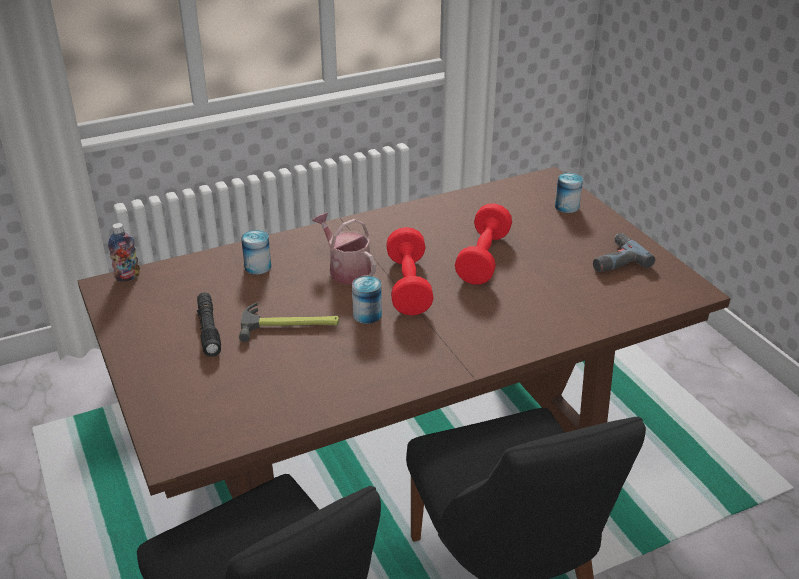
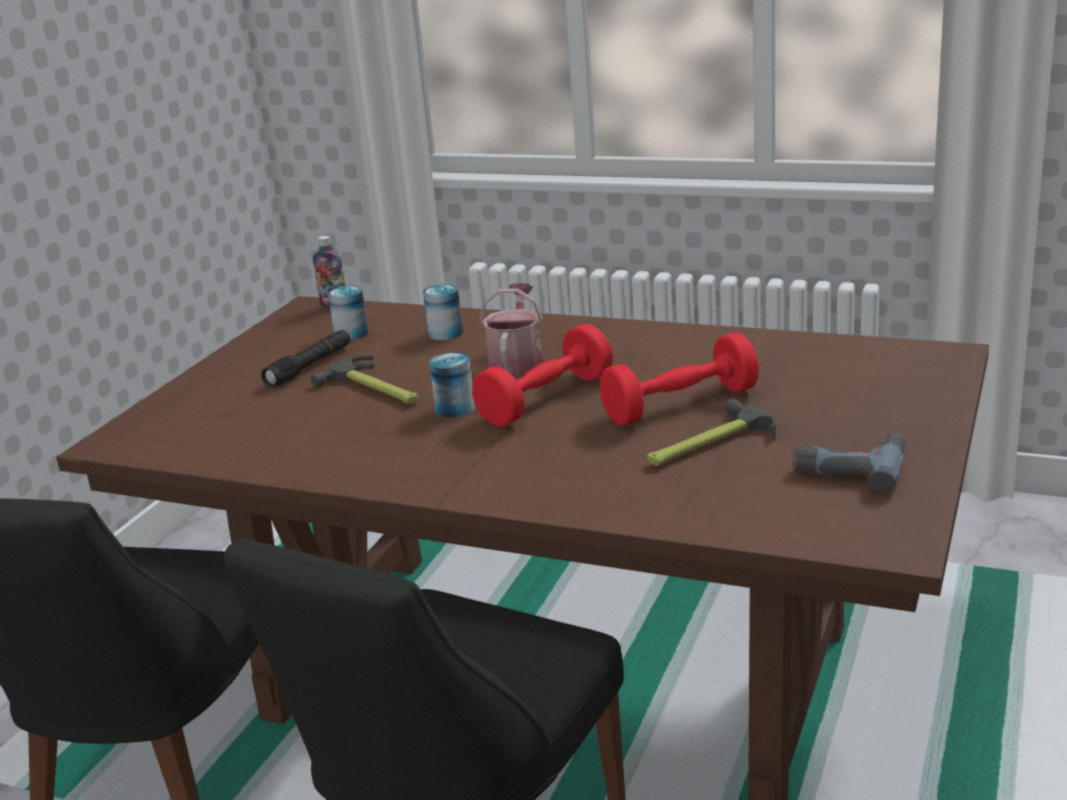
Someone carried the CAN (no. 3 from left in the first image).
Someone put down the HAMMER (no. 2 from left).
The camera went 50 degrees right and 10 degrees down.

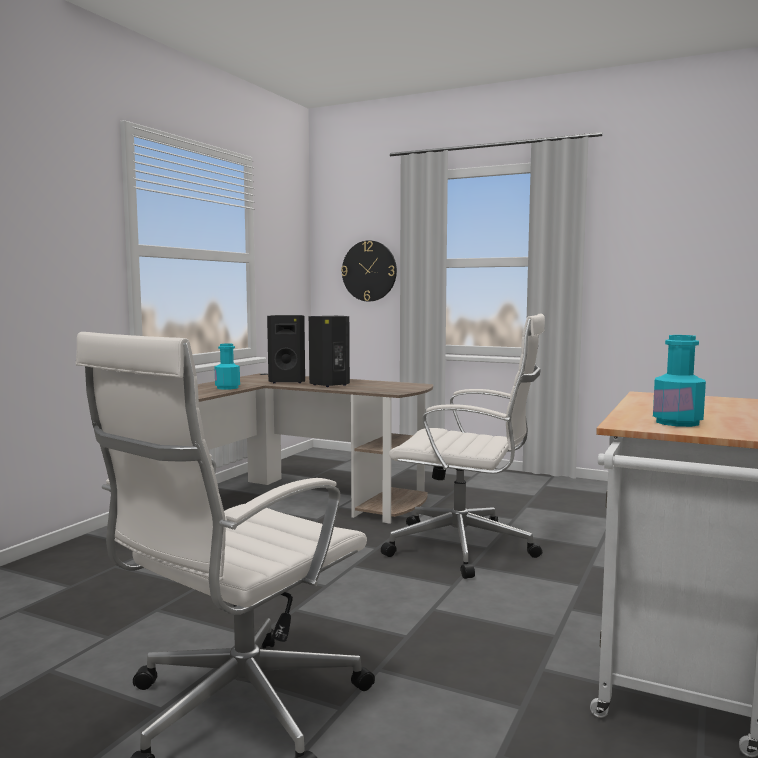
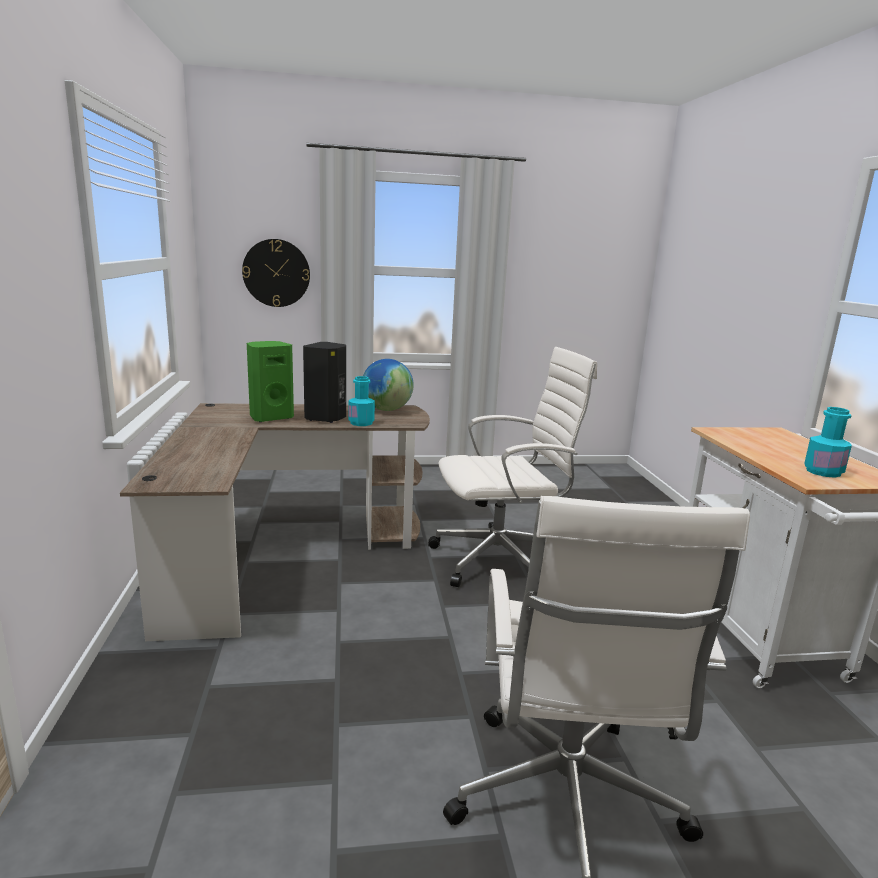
Someone repainted the BLACK SPEAKER (no. 1 from left), which became the GREEN SPEAKER.
Someone carried the TURQUOISE BOTTLE (no. 1 from left).
Someone put down the GLOBE.
The camera went 35 degrees left and 10 degrees up.

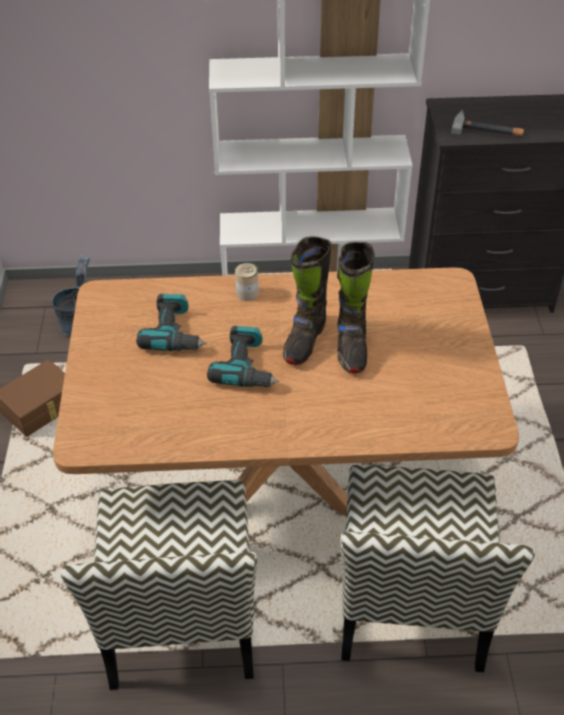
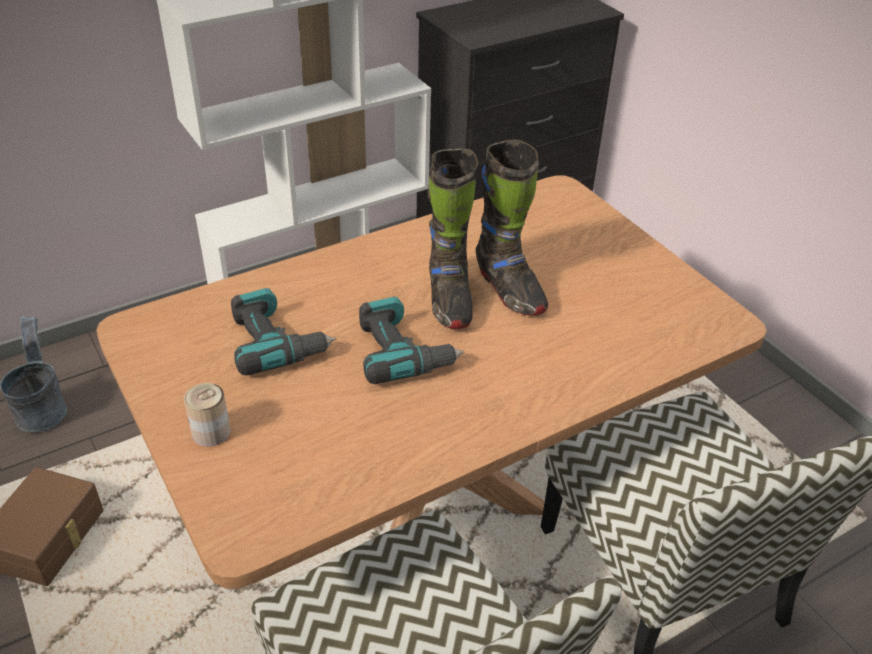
Someone took away the HAMMER.
Someone carried the CAN.
The camera went 30 degrees left and 5 degrees down.

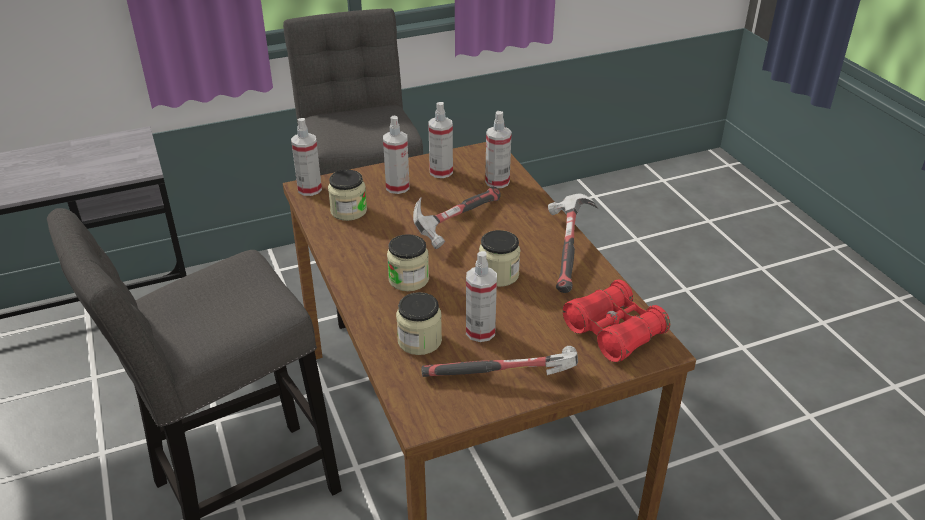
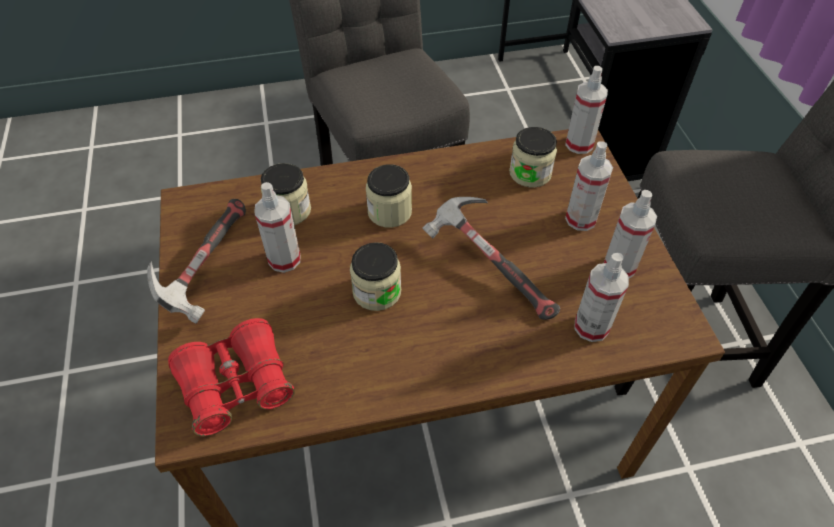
Someone took away the HAMMER (no. 3 from left).
The camera went 100 degrees right and 15 degrees up.

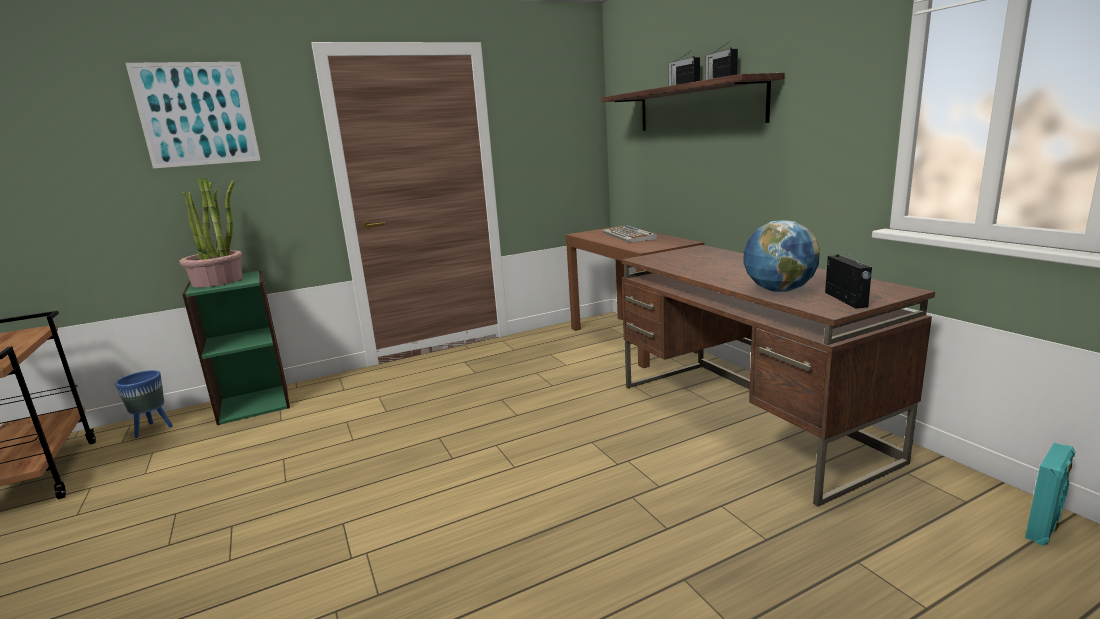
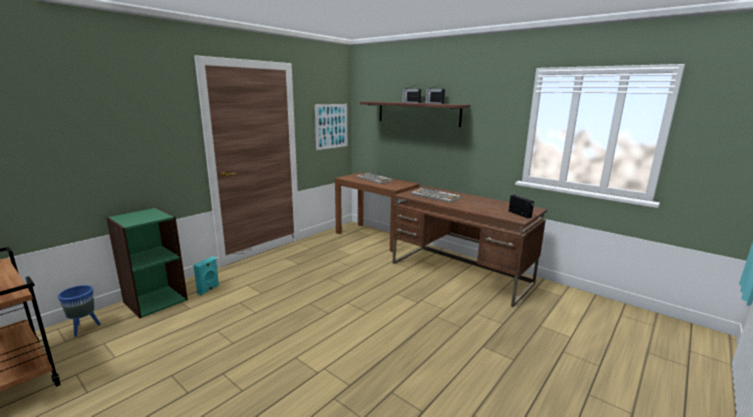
Someone carried the PICTURE.
Someone took away the POTTED PLANT.
Someone took away the GLOBE.
Someone carried the TURQUOISE SPEAKER.
Someone put down the KEYBOARD (no. 2 from left).
The camera went 25 degrees left and 0 degrees up.

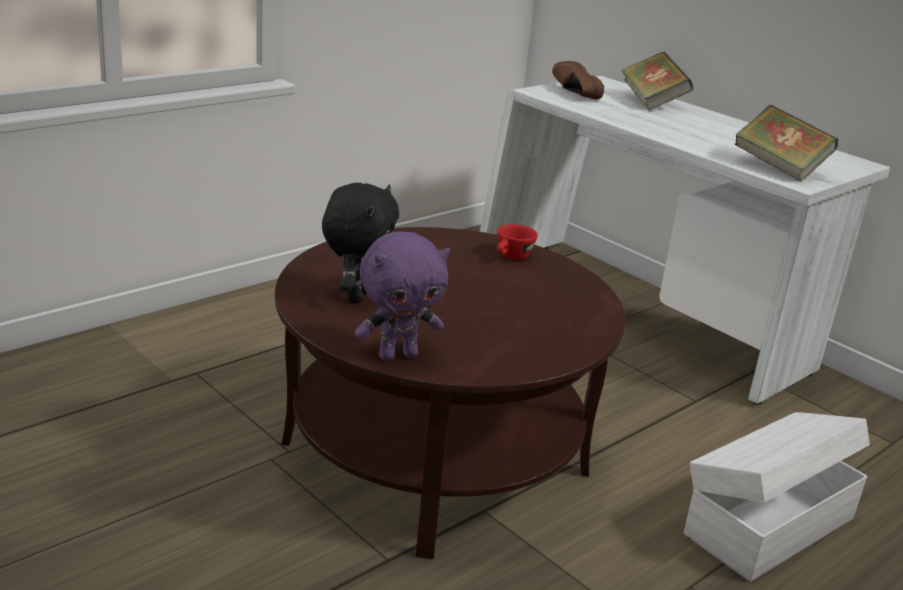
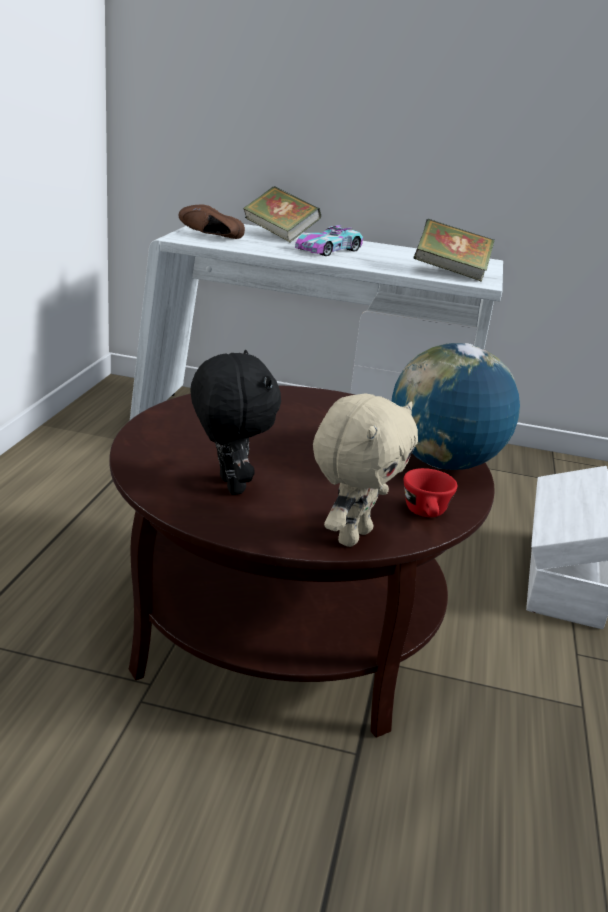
Someone carried the RED CUP.
Someone repainted the PURPLE PLUSH TOY, which became the BEIGE PLUSH TOY.
Someone put down the TOY CAR.
Someone put down the GLOBE.
The camera went 35 degrees left and 0 degrees up.

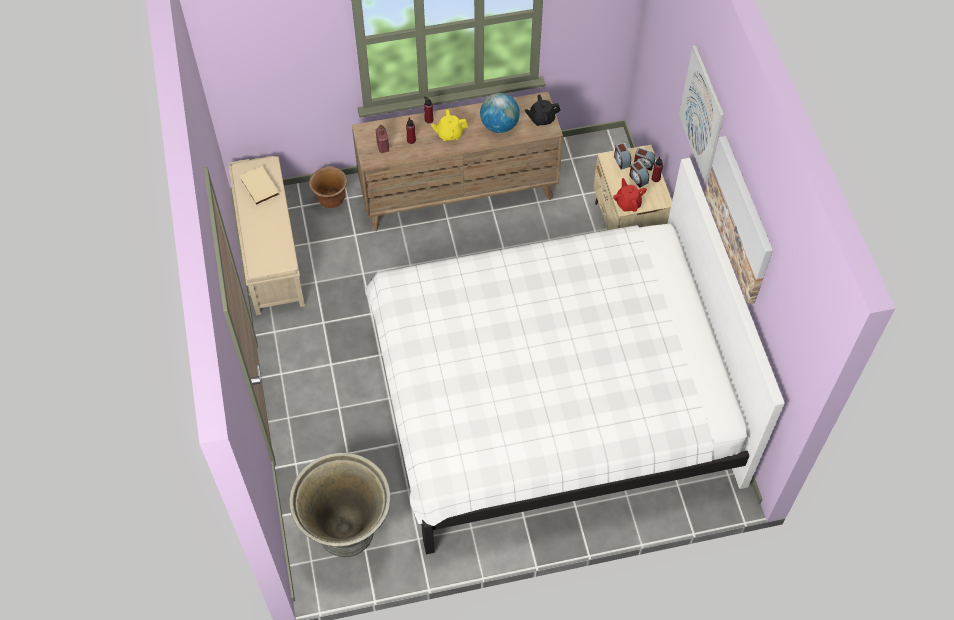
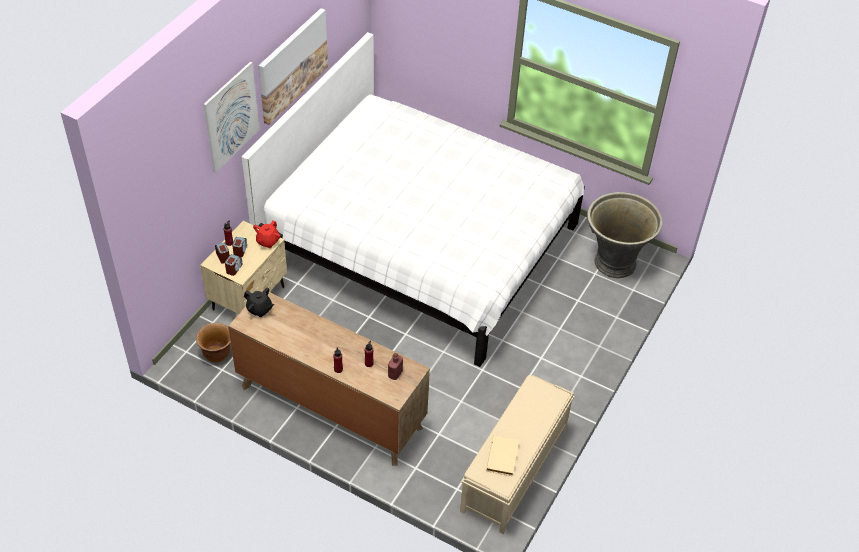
Someone took away the GLOBE.
Someone took away the YELLOW TEAPOT.
Someone carried the BROWN PLANTER.
The camera went 140 degrees left and 10 degrees down.

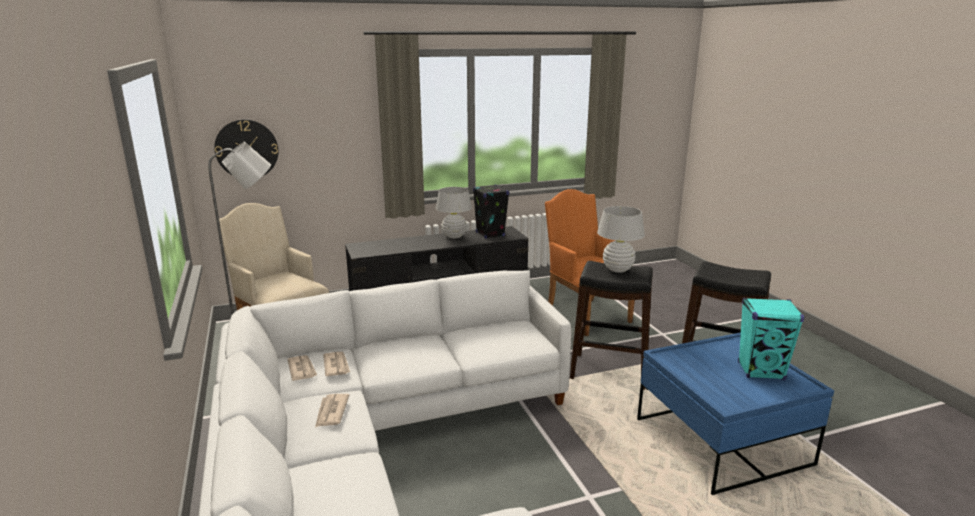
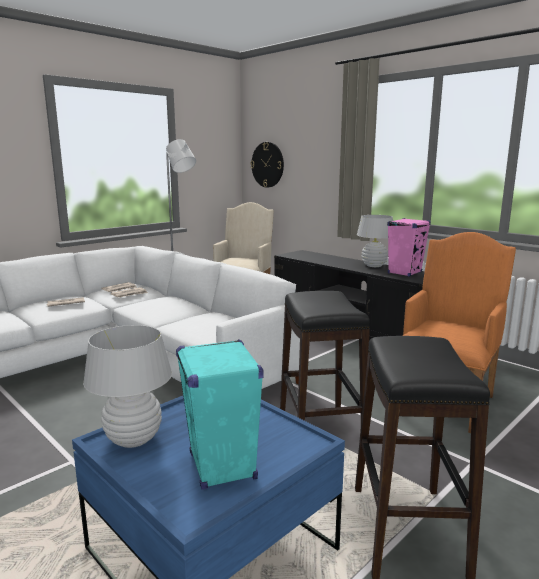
Someone repainted the BLACK SPEAKER, which became the PINK SPEAKER.
Someone carried the WHITE TABLE LAMP (no. 2 from left in the first image).
The camera went 65 degrees right and 5 degrees down.

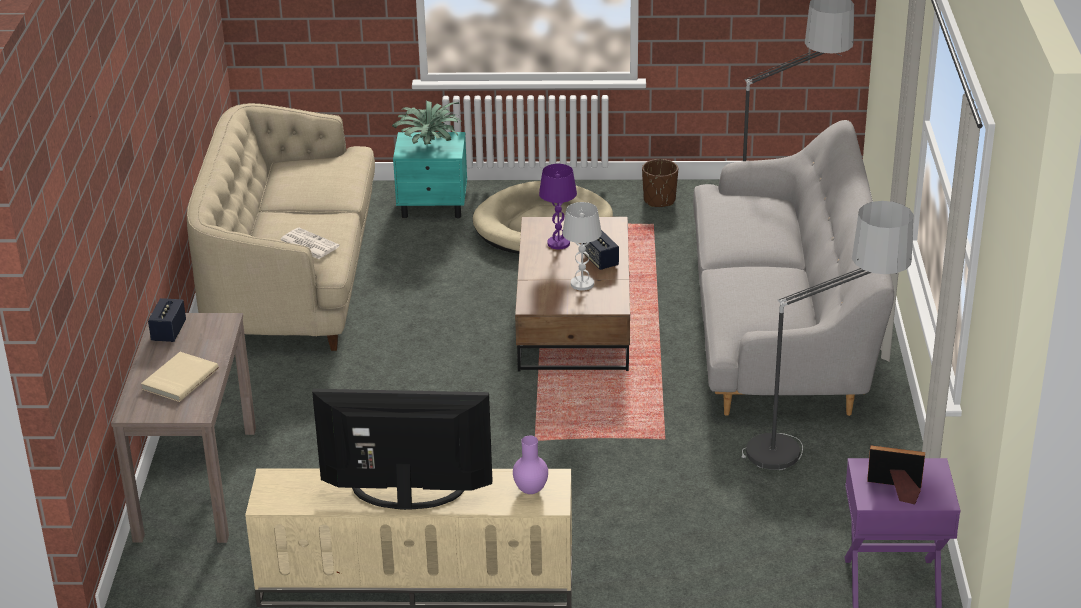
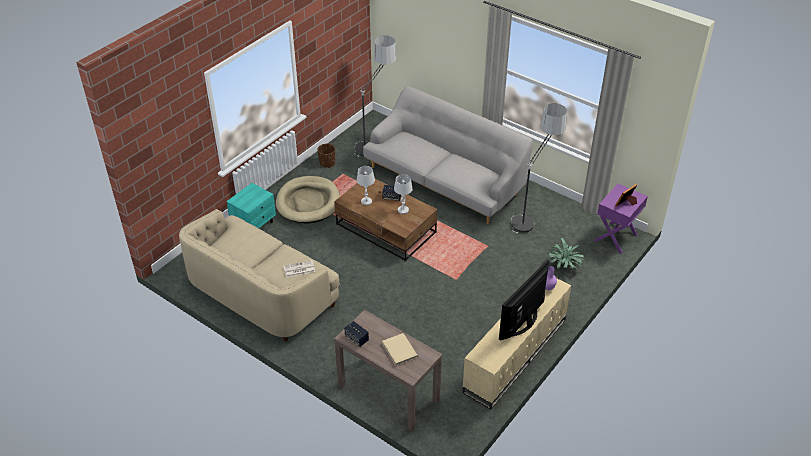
Someone carried the POTTED PLANT.
Someone repainted the PURPLE TABLE LAMP, which became the WHITE TABLE LAMP (no. 1 from left).
The camera went 55 degrees left and 10 degrees up.

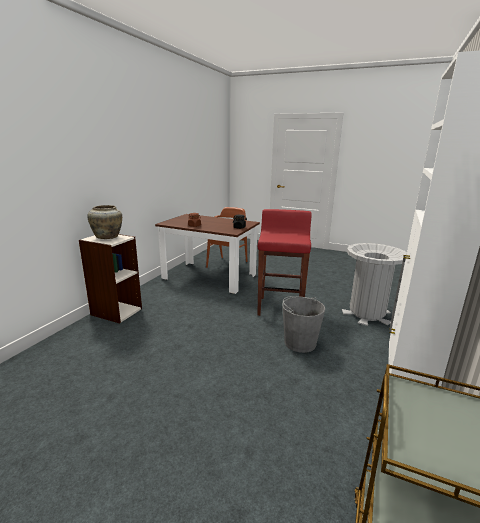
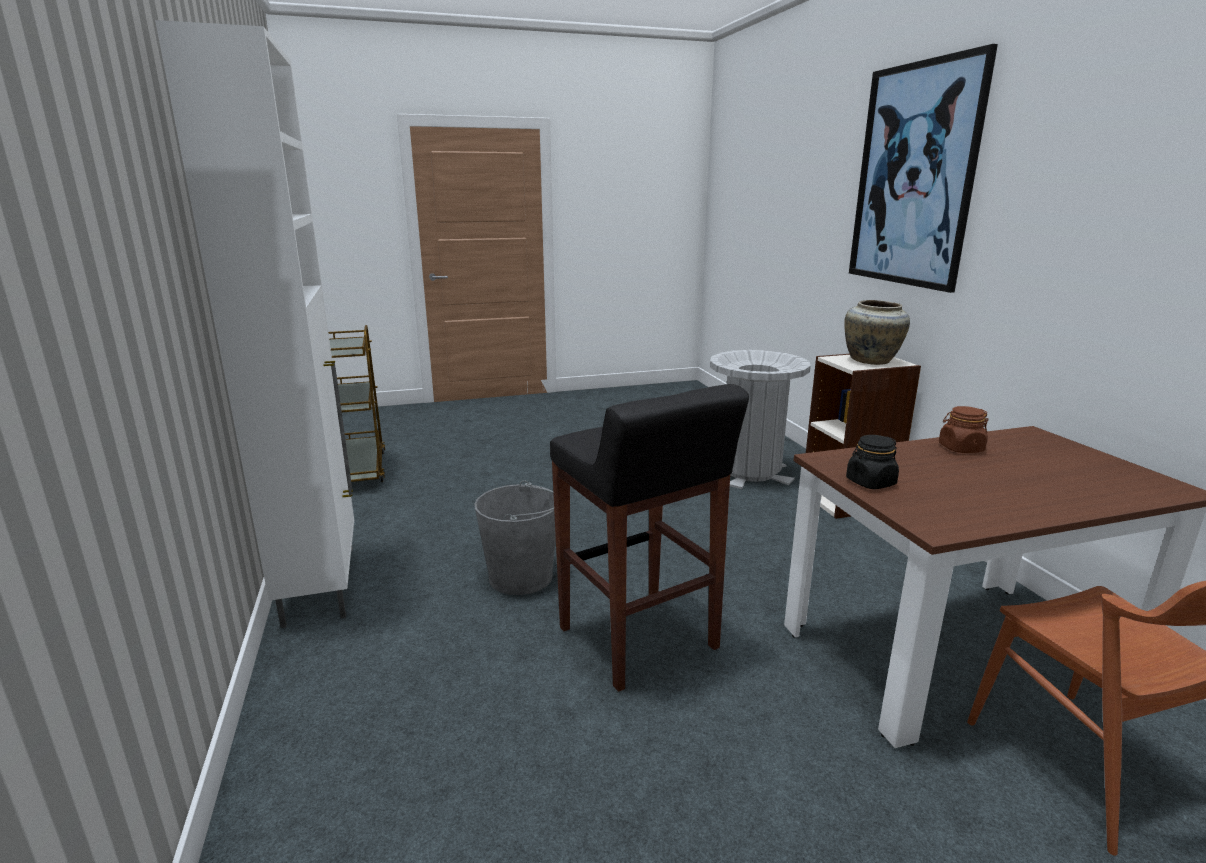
Someone repainted the RED STOOL, which became the BLACK STOOL.
Someone carried the GREY TRASH CAN.
Someone put up the PICTURE.
The camera went 140 degrees right and 0 degrees up.

